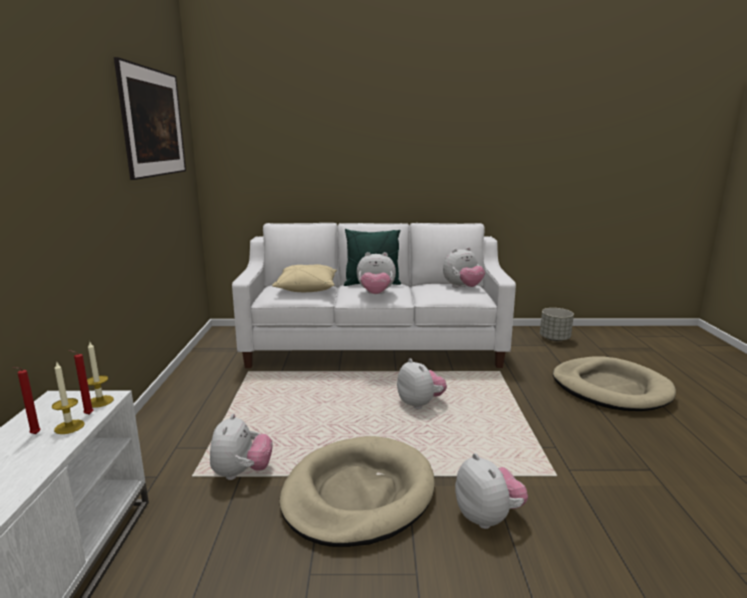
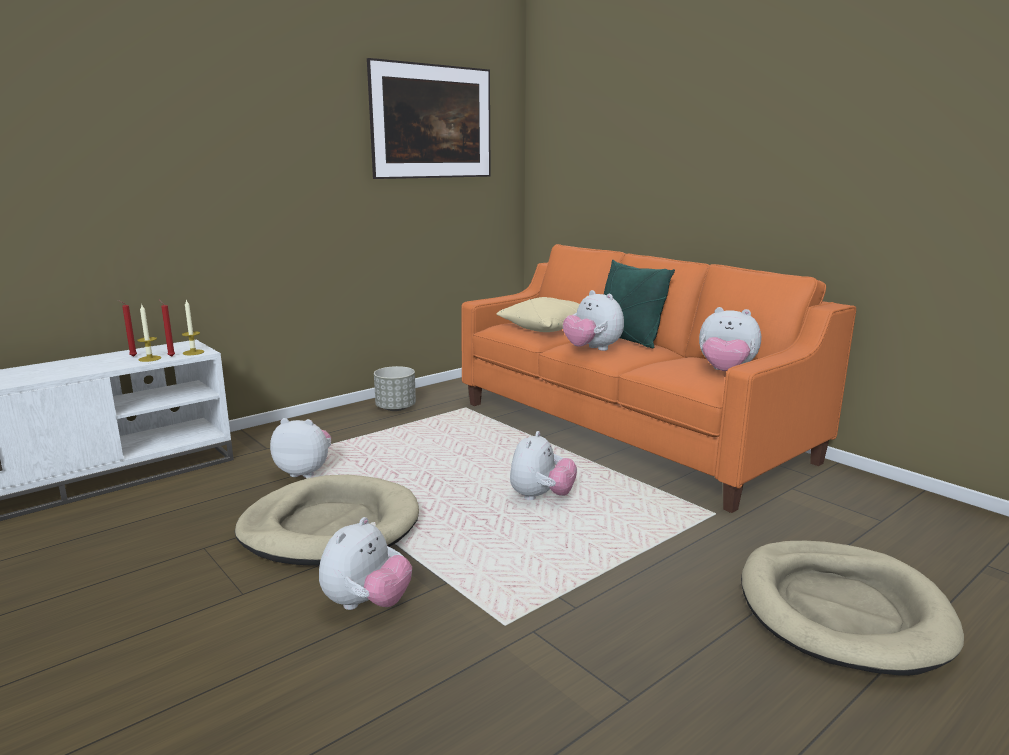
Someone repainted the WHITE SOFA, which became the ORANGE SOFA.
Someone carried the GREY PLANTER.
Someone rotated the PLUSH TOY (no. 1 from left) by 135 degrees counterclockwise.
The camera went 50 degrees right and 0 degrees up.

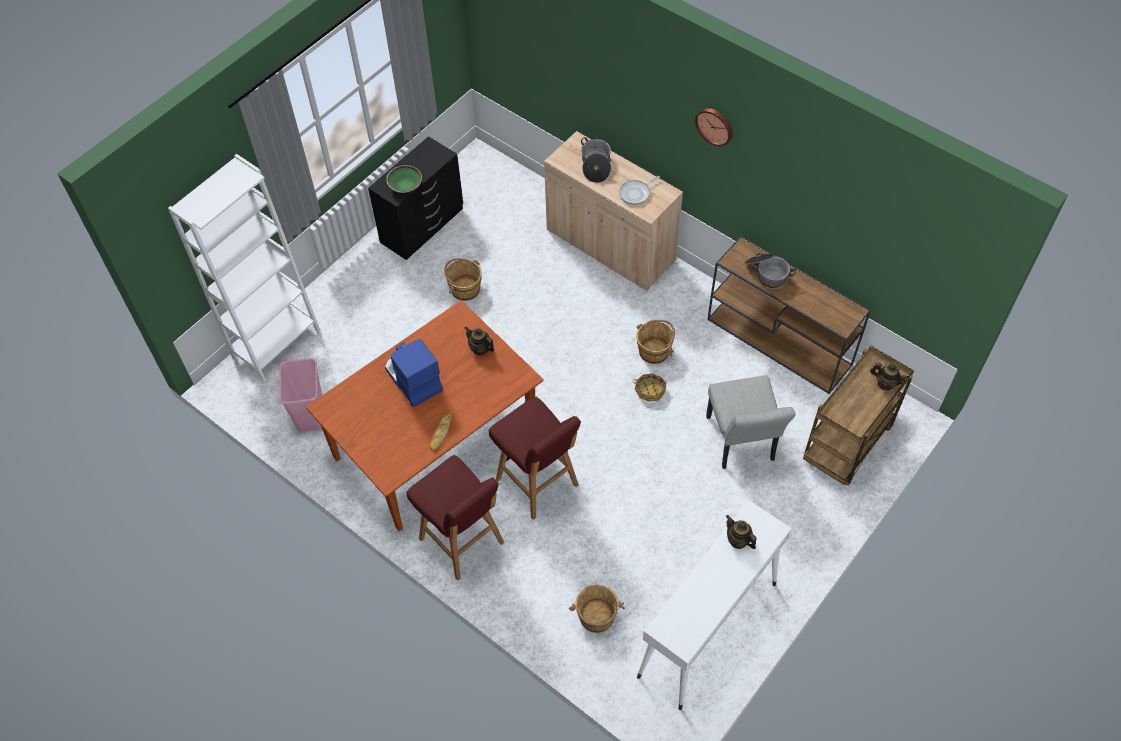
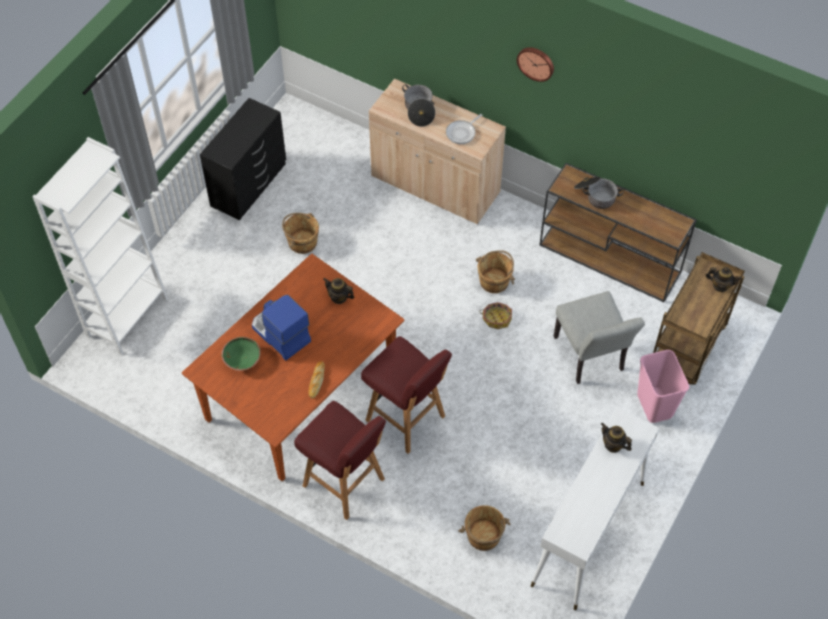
Someone carried the GREEN BOWL.
Someone carried the PINK TRASH CAN.
The camera went 10 degrees left and 0 degrees up.

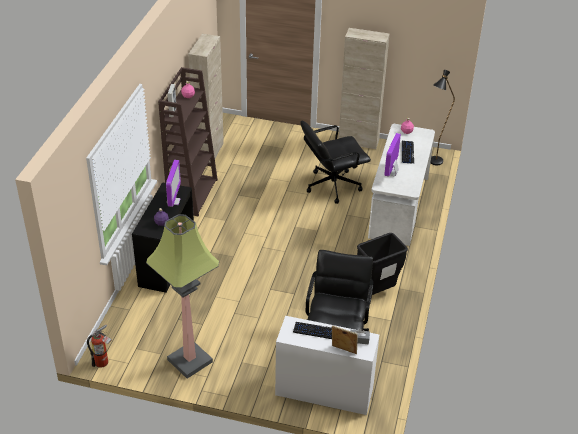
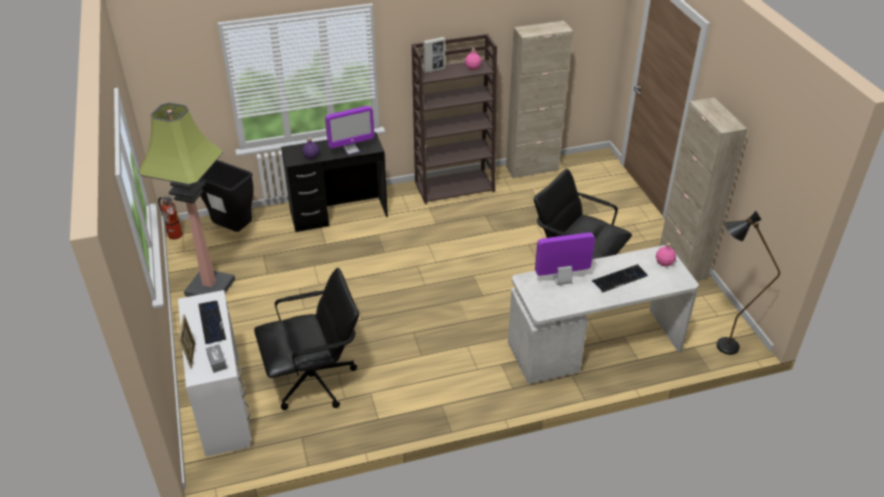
Someone carried the BLACK TRASH CAN.
The camera went 60 degrees right and 0 degrees up.

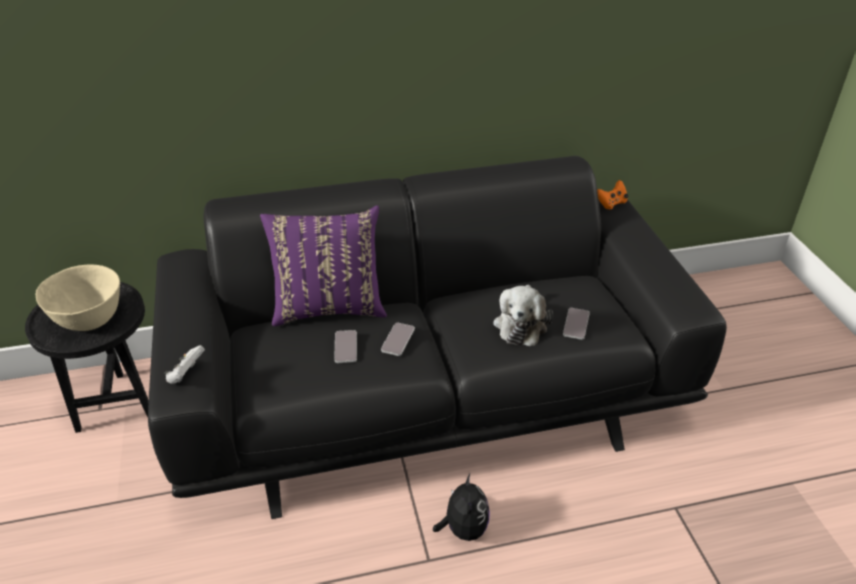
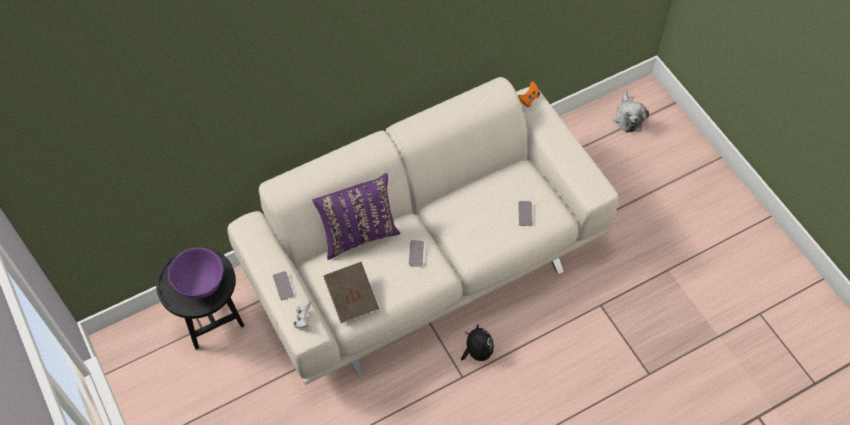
Someone repainted the BLACK SOFA, which became the BEIGE SOFA.
Someone repainted the BEIGE BOWL, which became the PURPLE BOWL.
Someone carried the PLUSH TOY (no. 2 from left).
Someone carried the PHONE (no. 1 from left).
Someone put down the BROWN BOOK.
The camera went 15 degrees left and 20 degrees up.

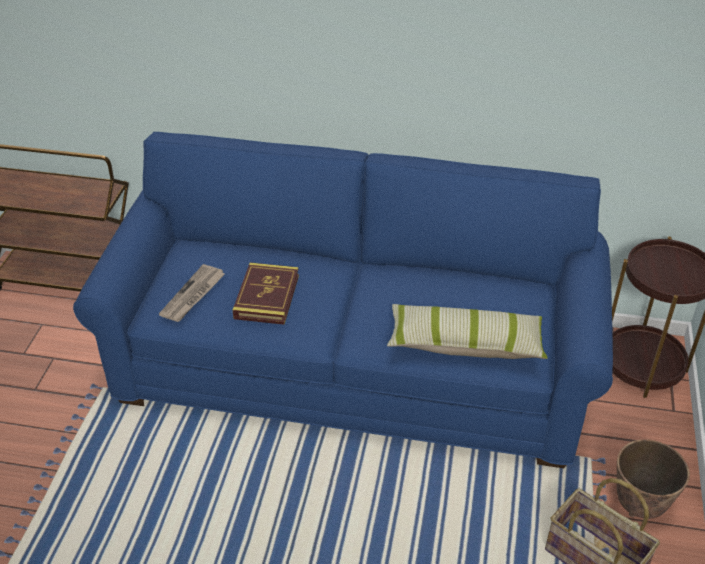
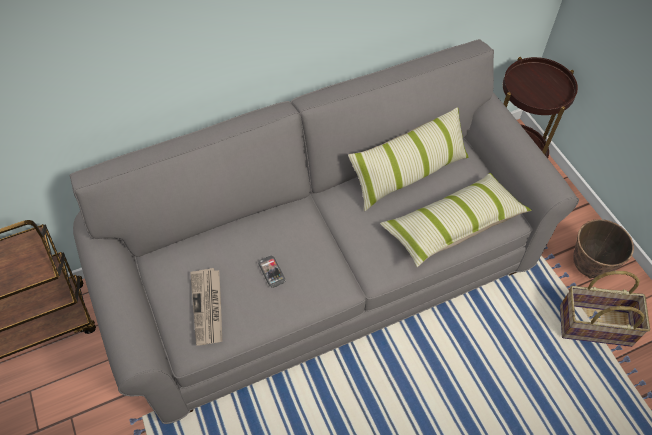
Someone repainted the BLUE SOFA, which became the GREY SOFA.
Someone swapped the BOOK for the PHONE.
Someone put down the PILLOW (no. 1 from left).
The camera went 35 degrees left and 15 degrees up.

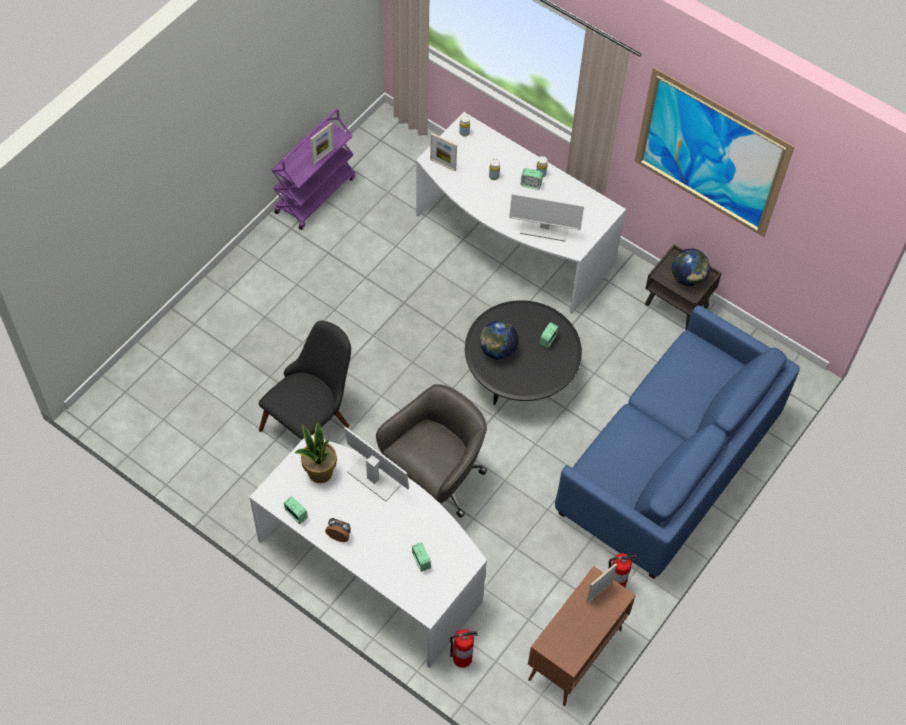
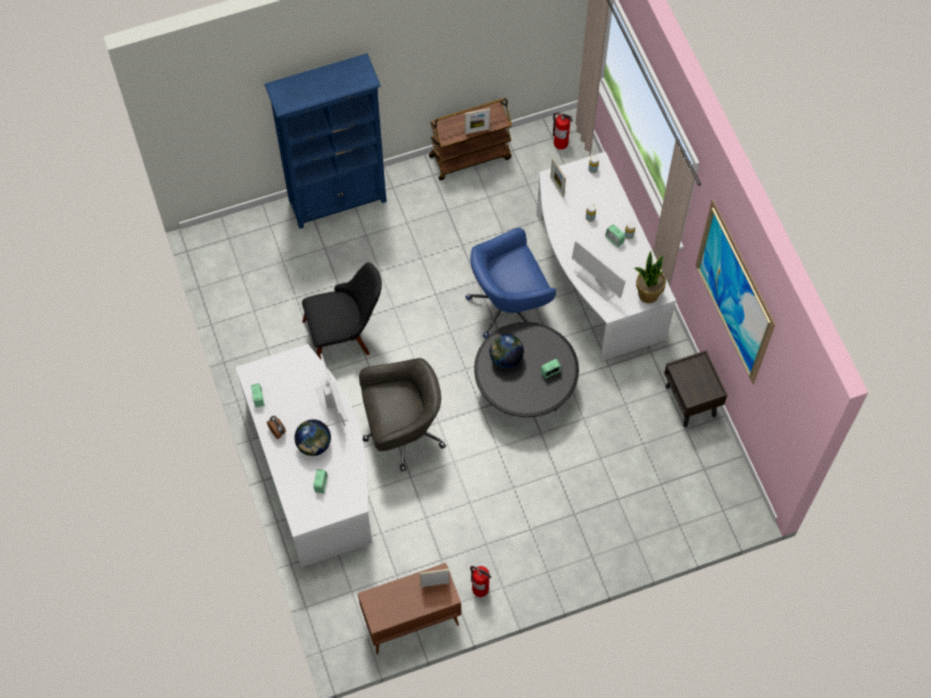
Someone repainted the PURPLE CART, which became the BROWN CART.
Someone carried the GLOBE (no. 2 from left in the first image).
Someone took away the BLUE SOFA.
Someone carried the POTTED PLANT.
Someone carried the FIRE EXTINGUISHER (no. 1 from left in the first image).
Someone put down the BLUE BOOKCASE.
Someone put down the BLUE OFFICE CHAIR.
The camera went 35 degrees right and 5 degrees up.

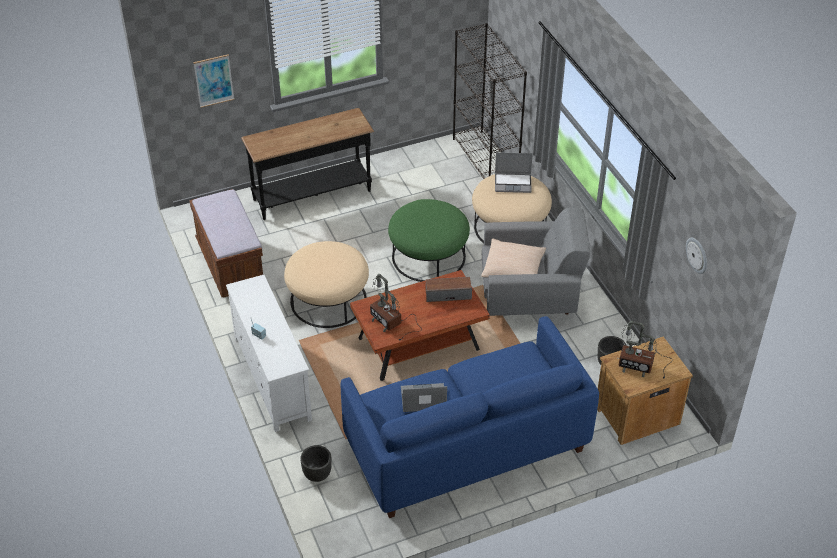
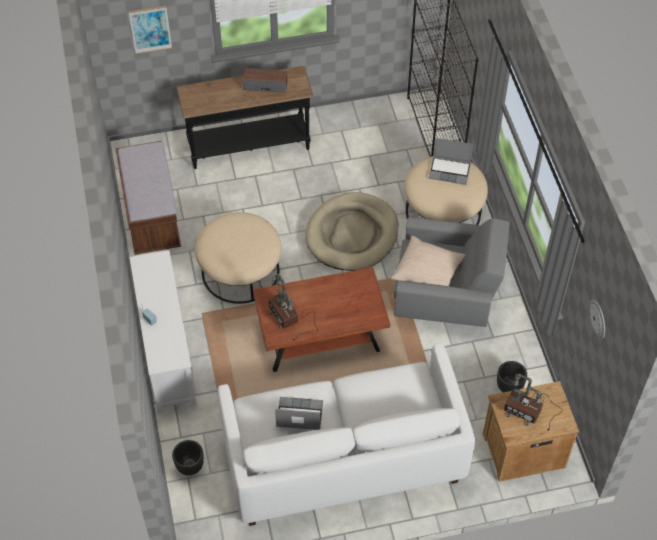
Someone swapped the GREEN OTTOMAN for the BEIGE DOG BED.
Someone carried the SPEAKER.
Someone repainted the BLUE SOFA, which became the WHITE SOFA.
The camera went 10 degrees right and 10 degrees up.

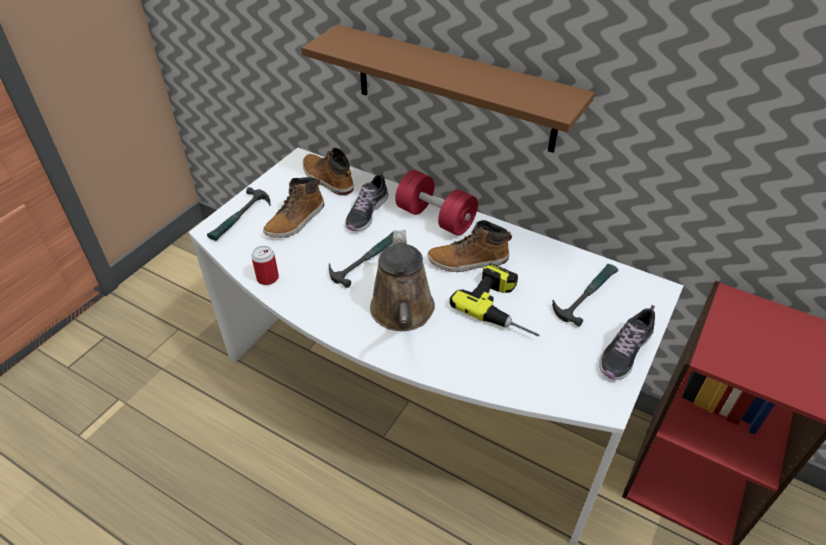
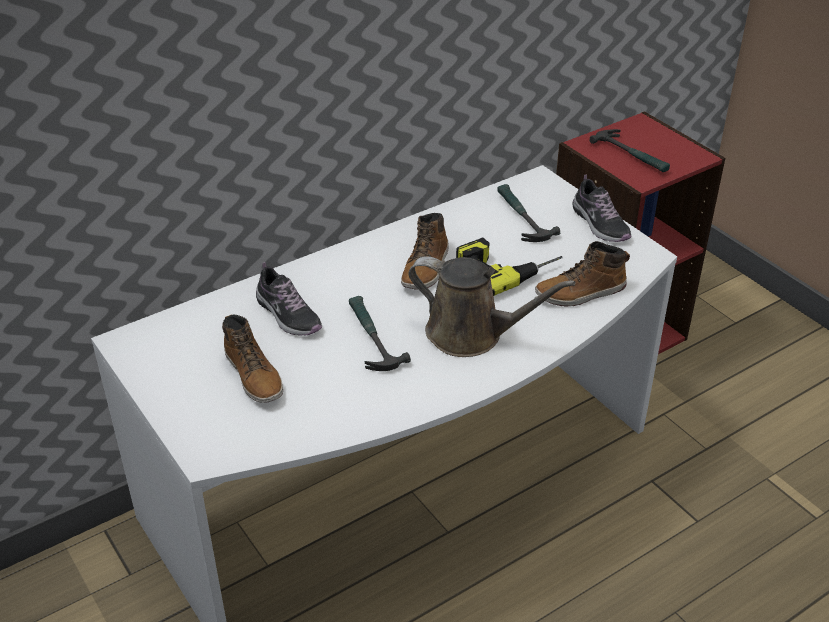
Someone took away the BROWN SHELF.
Someone carried the BOOT (no. 2 from left in the first image).
Someone took away the RED DUMBBELL.
Someone carried the HAMMER (no. 1 from left in the first image).
Someone took away the CAN.
The camera went 65 degrees left and 5 degrees down.

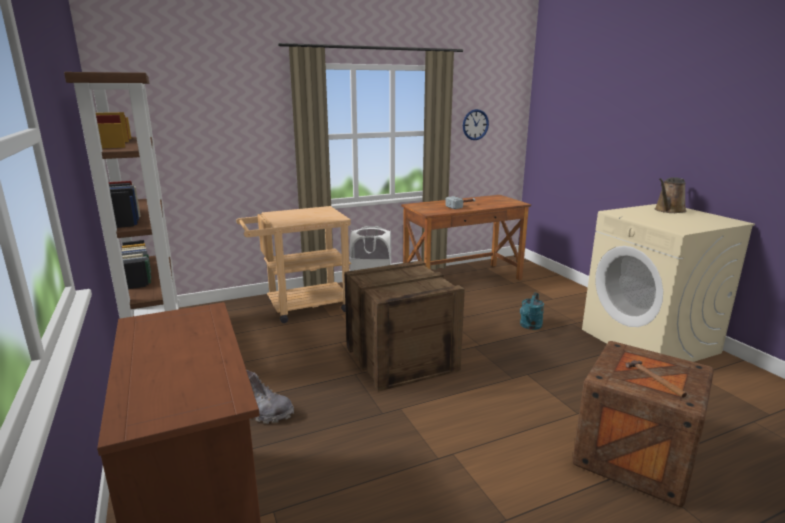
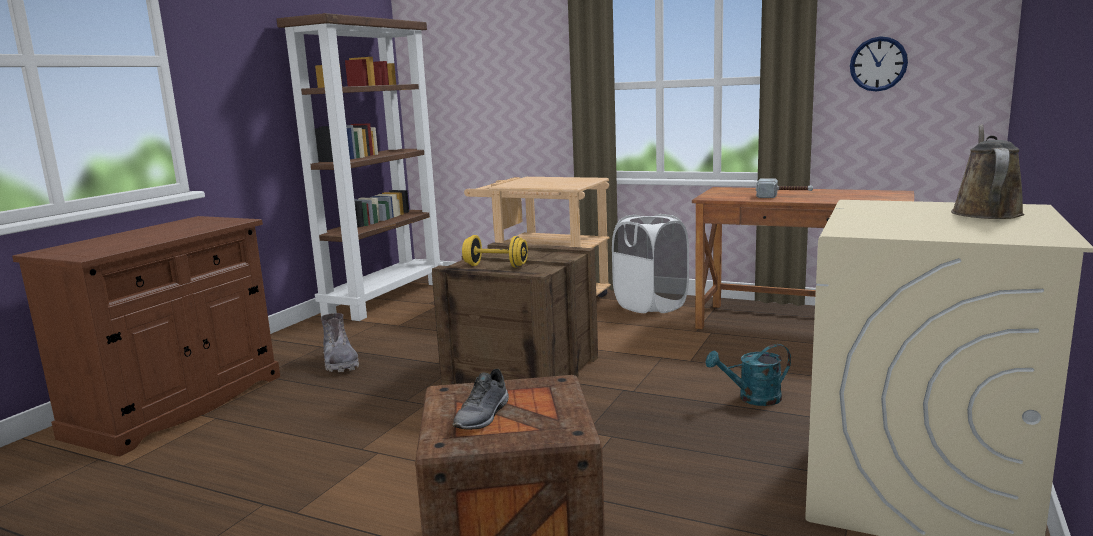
Someone rotated the BROWN WATERING CAN by 105 degrees clockwise.
Someone swapped the HAMMER (no. 2 from left) for the GREY SHOE.
Someone put down the YELLOW DUMBBELL.
The camera went 50 degrees right and 5 degrees down.

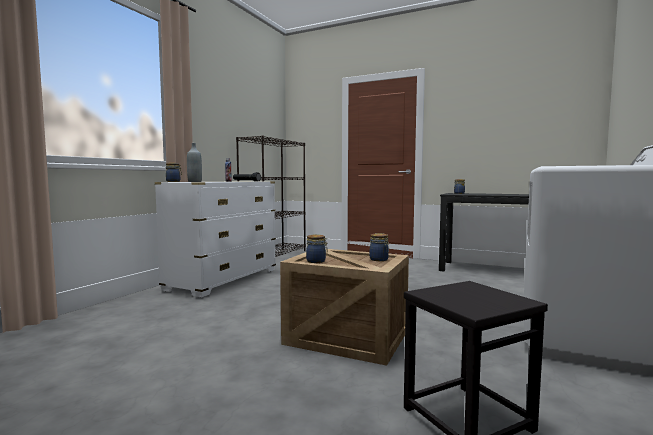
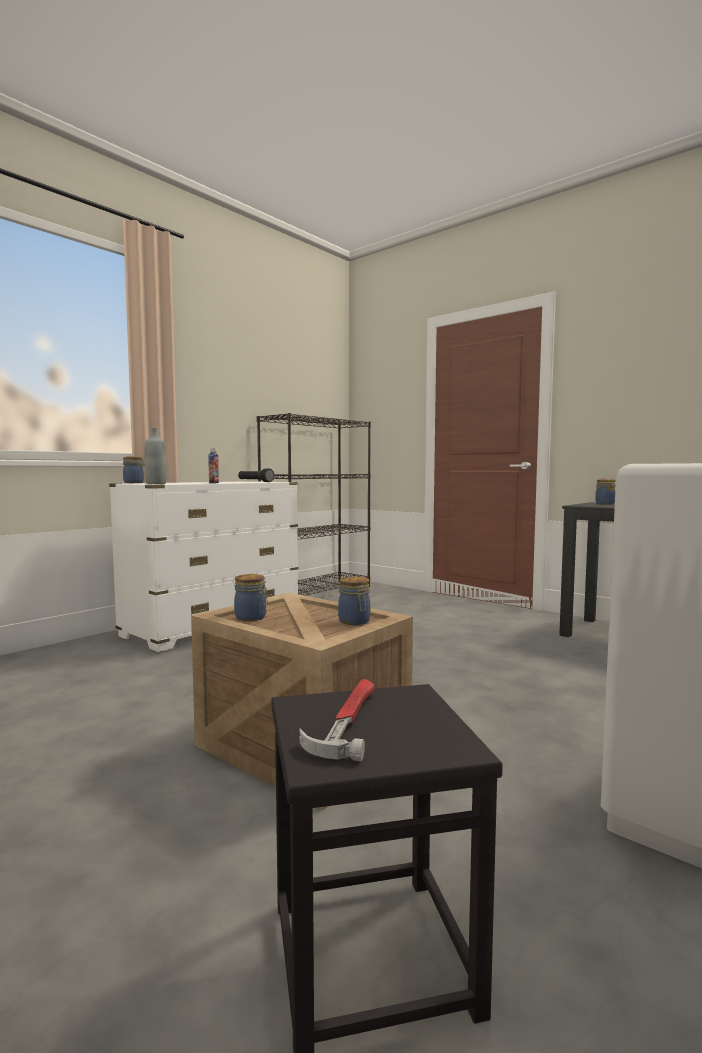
Someone put down the HAMMER.
The camera went 15 degrees right and 0 degrees up.

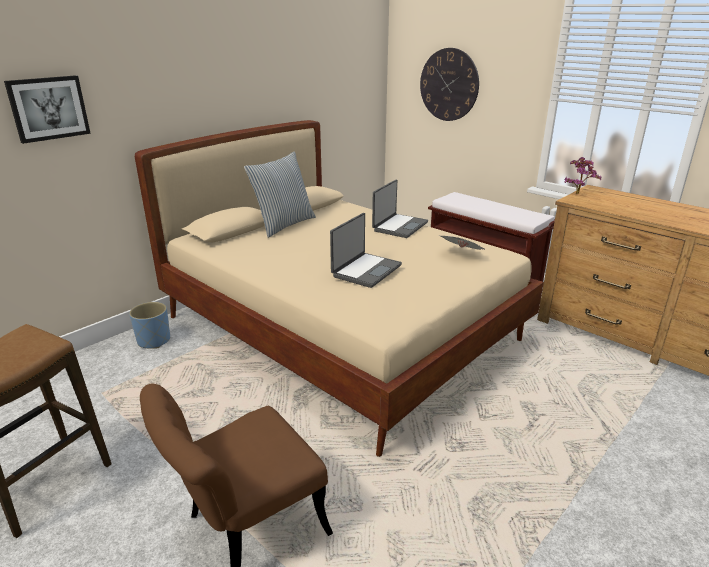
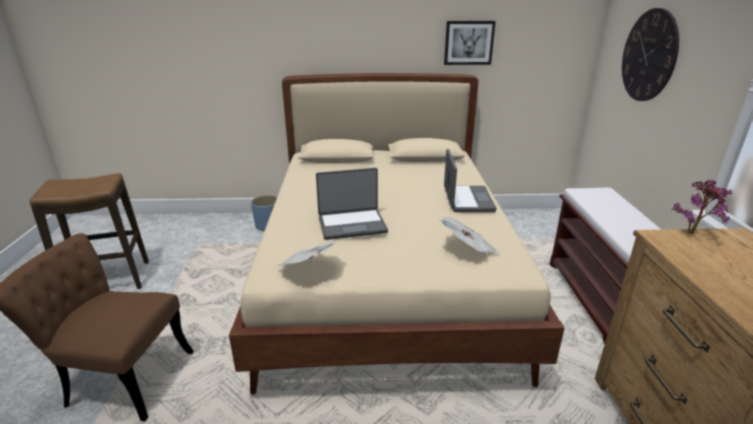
Someone carried the PICTURE.
Someone took away the PILLOW.
Someone rotated the LAPTOP (no. 2 from left) by 75 degrees counterclockwise.
Someone put down the NEWSPAPER (no. 1 from left).
The camera went 45 degrees right and 0 degrees up.

